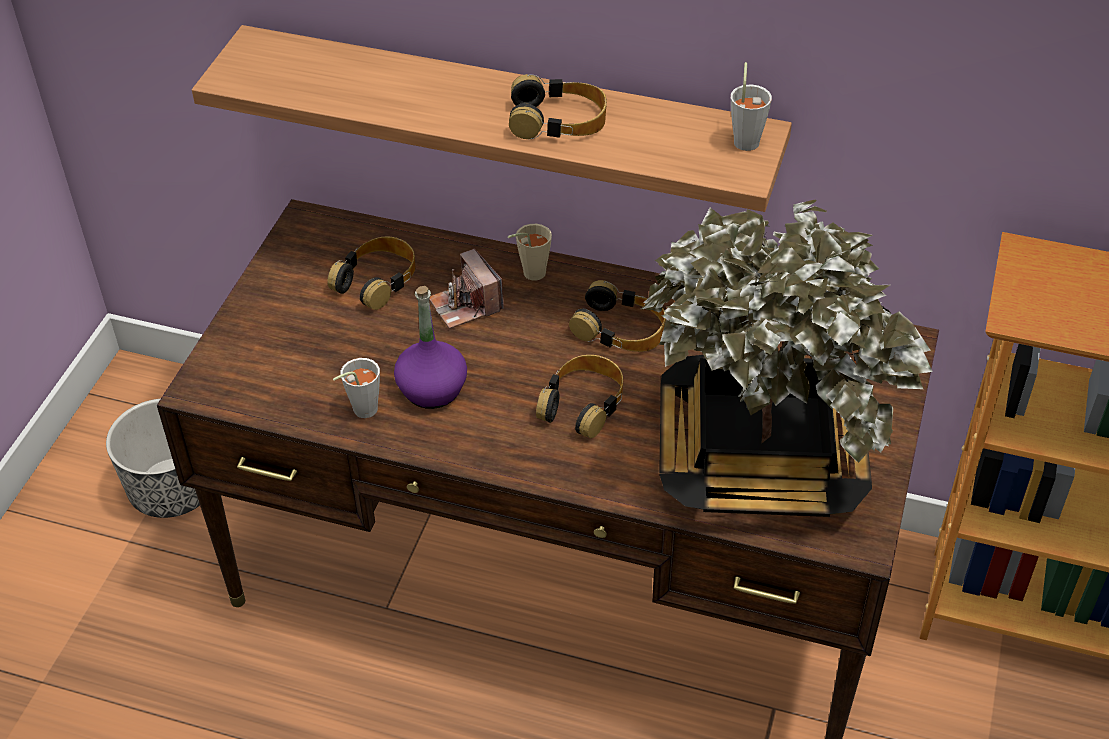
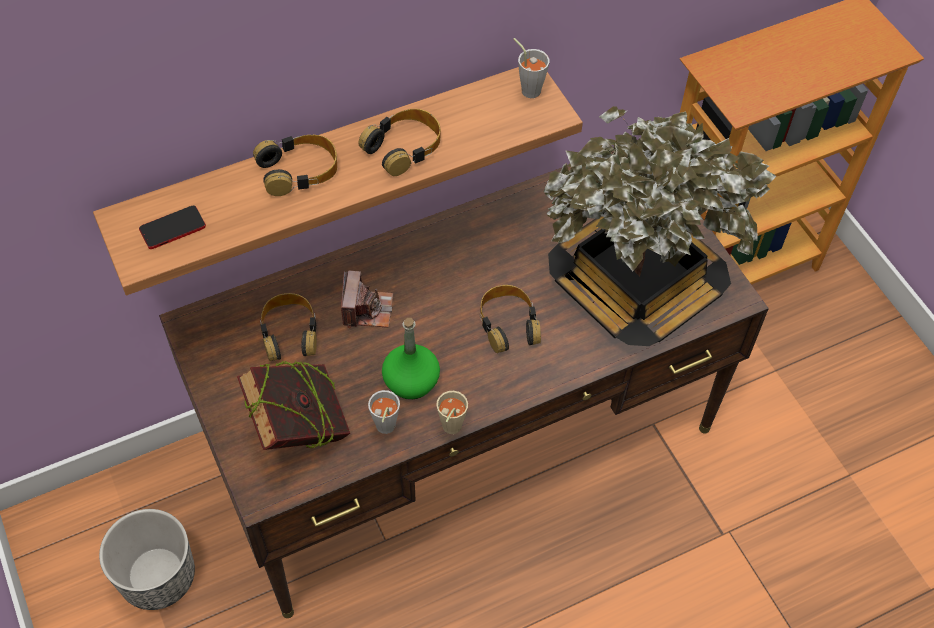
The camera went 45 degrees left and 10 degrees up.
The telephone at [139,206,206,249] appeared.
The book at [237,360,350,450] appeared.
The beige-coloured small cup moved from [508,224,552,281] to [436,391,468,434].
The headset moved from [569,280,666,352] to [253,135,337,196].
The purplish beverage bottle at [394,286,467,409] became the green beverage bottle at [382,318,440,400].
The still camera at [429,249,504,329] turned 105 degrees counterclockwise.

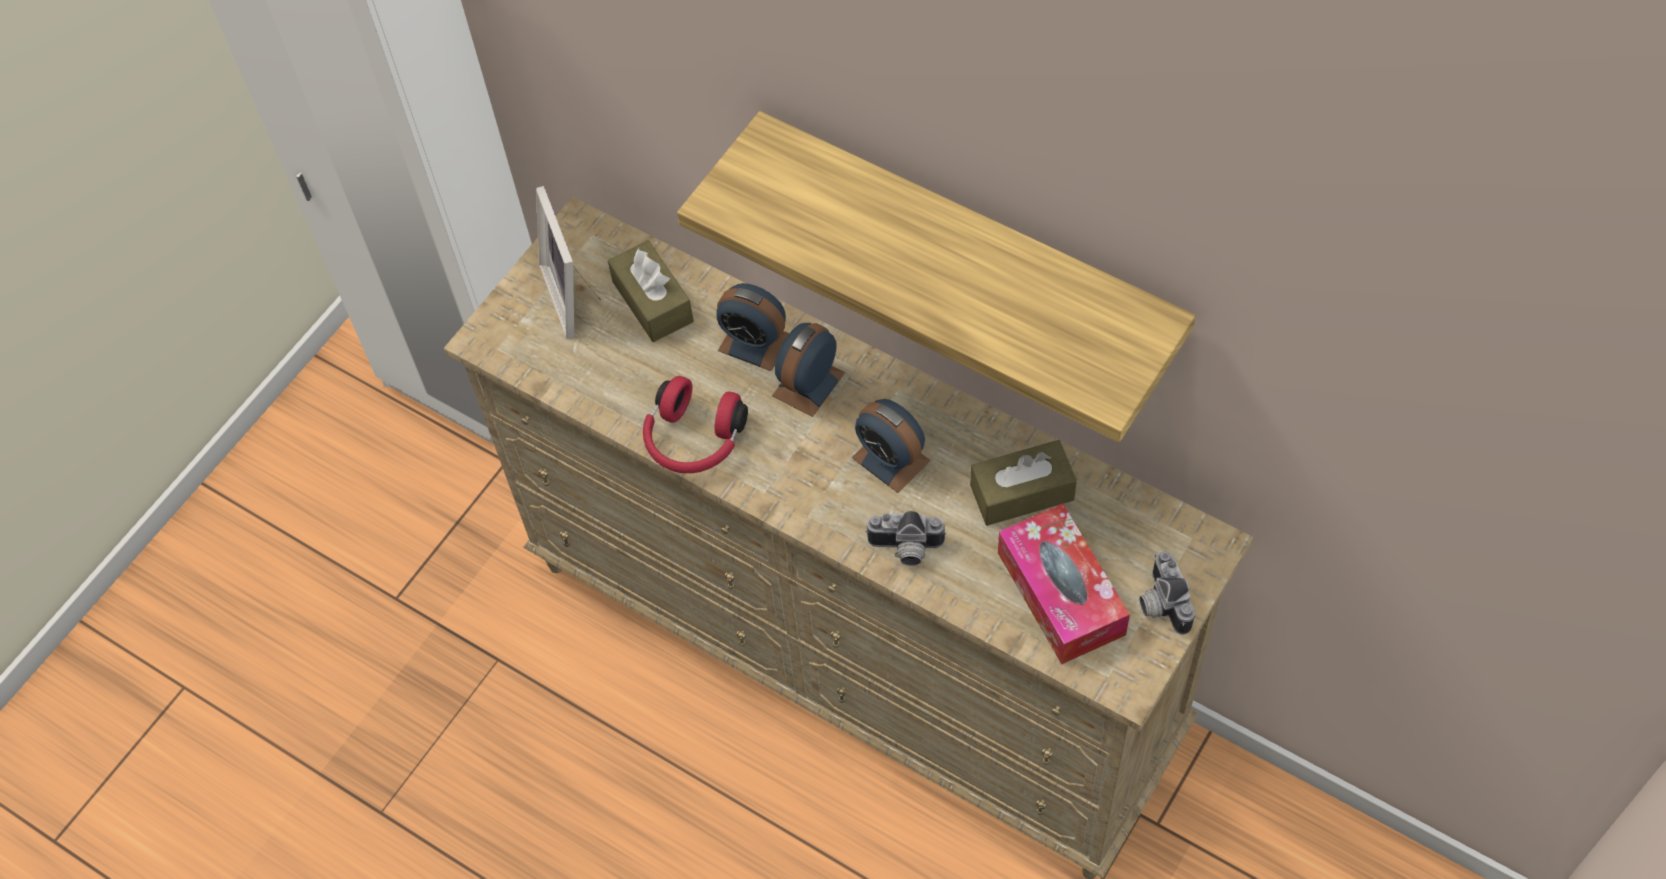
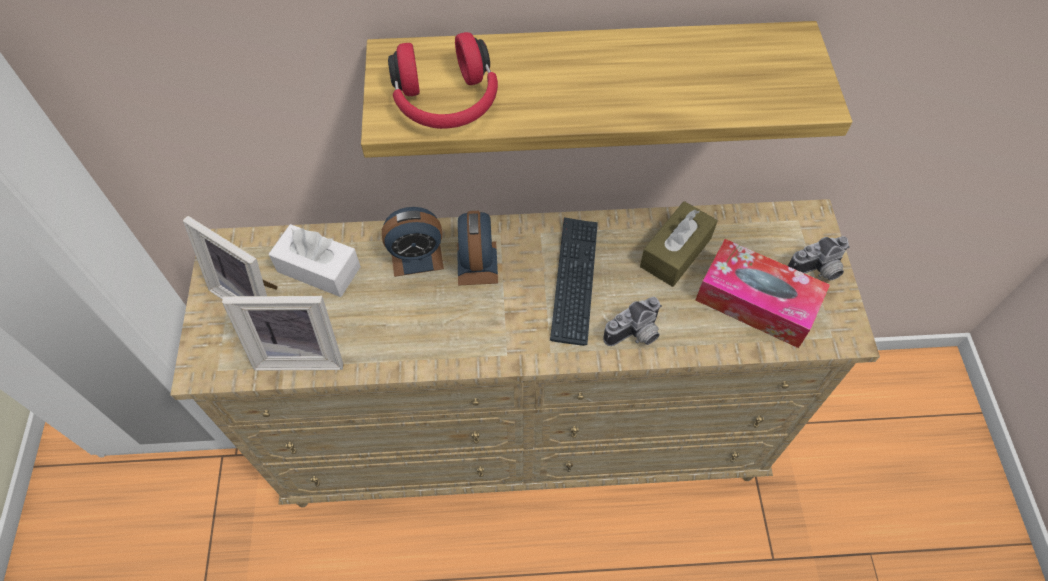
The camera went 40 degrees left and 0 degrees up.
The picture frame at [222,296,344,371] appeared.
The red-coloured headset moved from [643,376,748,473] to [388,32,498,129].
The table clock at [852,399,931,493] was replaced by the keyboard at [550,217,598,346].
The brown box of tissues at [608,240,694,342] became the whitish box of tissues at [269,224,361,297].
The still camera at [1140,551,1195,635] turned 60 degrees counterclockwise.

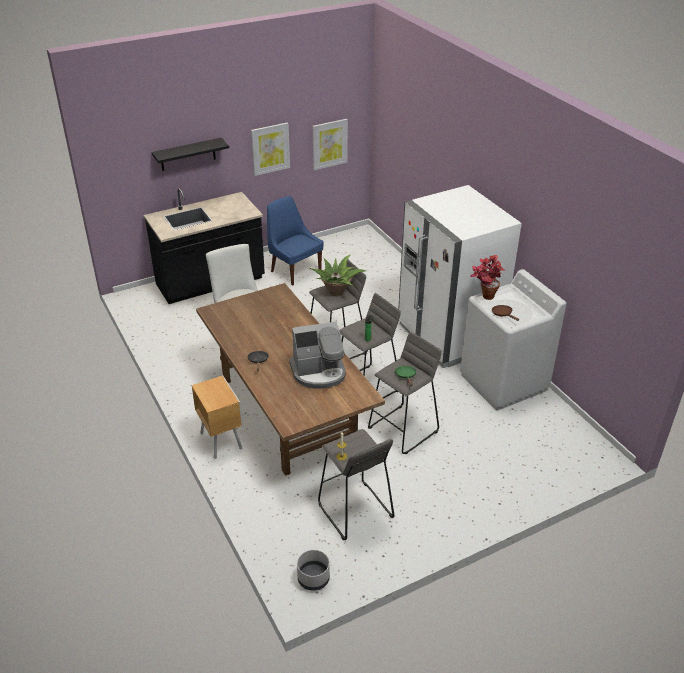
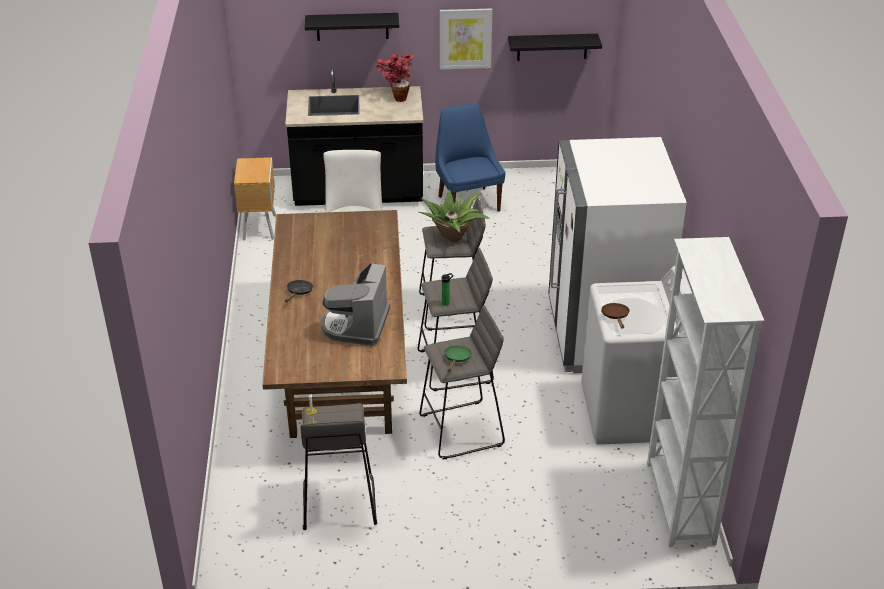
The camera went 25 degrees right and 0 degrees up.
The gray planter at [297,550,330,591] disappeared.
The whitish shelving unit at [647,237,764,547] appeared.
The brown night table moved from [192,375,242,459] to [234,157,276,240].
The houseplant moved from [470,255,505,300] to [375,54,414,102].
The wall picture at [313,119,348,170] was replaced by the blackish shelf at [508,34,602,61].
The coffee brewer at [289,322,346,389] turned 90 degrees clockwise.

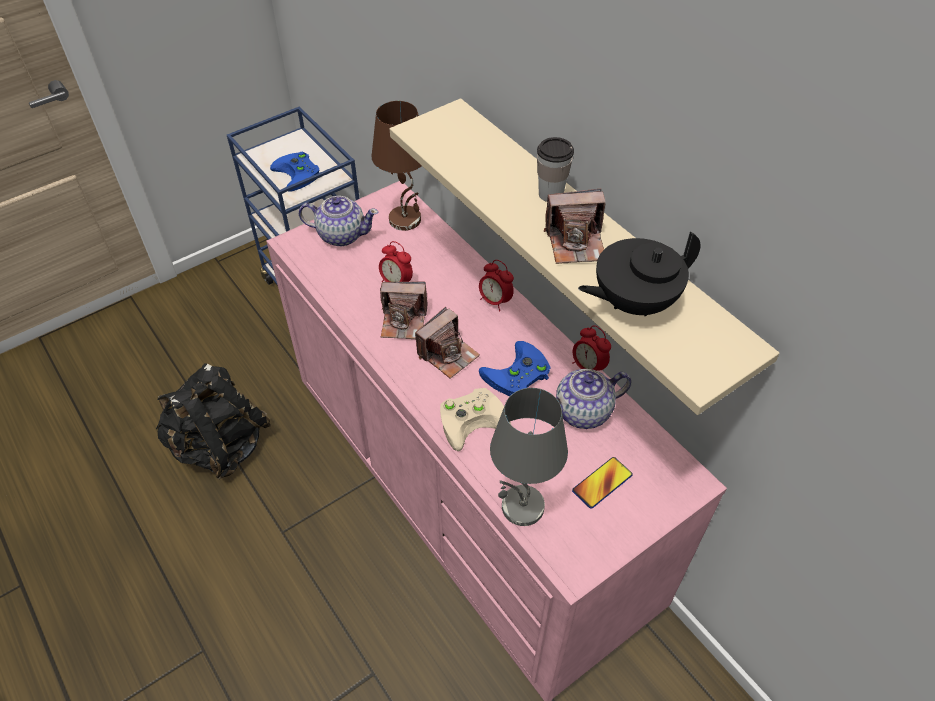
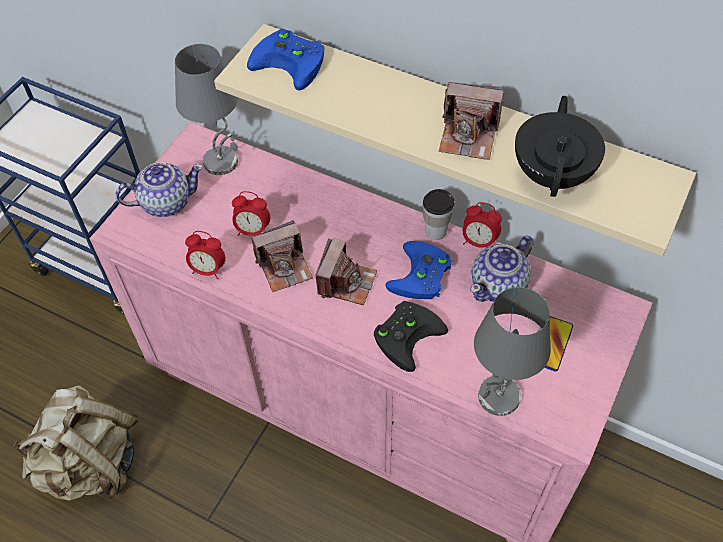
The camera went 25 degrees left and 5 degrees up.
The blue-coloured joypad moved from [270,152,320,191] to [247,29,324,91].
The table clock moved from [479,260,514,312] to [185,231,226,279].
The small cup moved from [537,137,574,202] to [423,189,454,240].
The blackish rucksack at [156,363,271,479] became the beige-coloured rucksack at [13,385,138,501].
The brown table lamp at [371,101,422,231] became the gray table lamp at [175,44,238,175].
The beige-coloured joypad at [440,388,511,451] became the blackish joypad at [374,301,448,372].
The still camera at [543,189,606,264] turned 45 degrees clockwise.
The blackish tea pot at [578,231,701,316] turned 150 degrees clockwise.

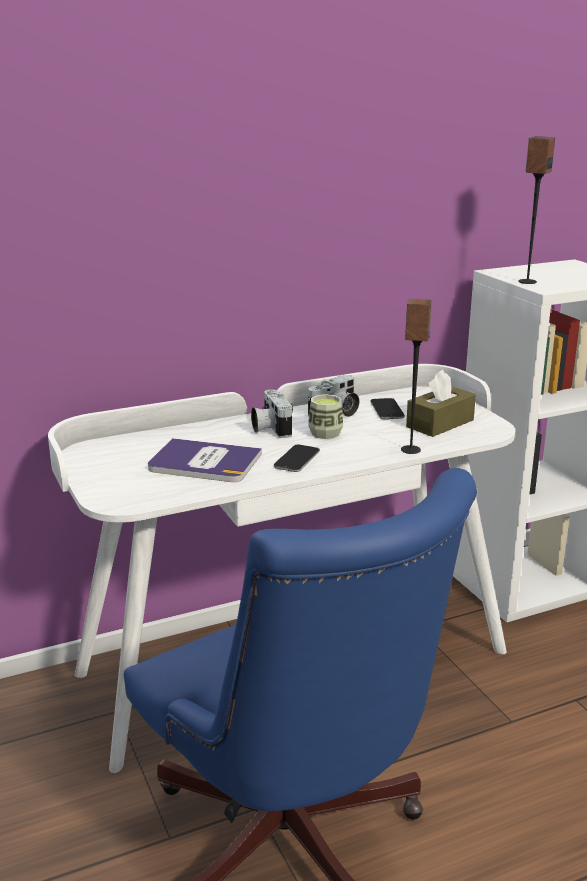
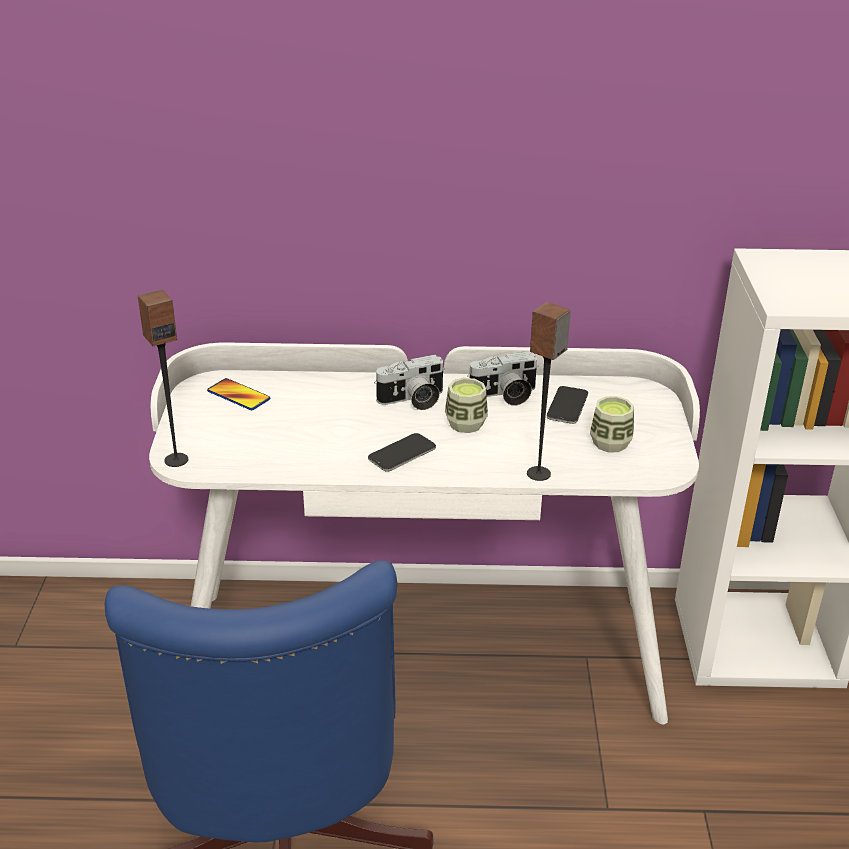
The camera went 25 degrees right and 10 degrees up.
The book at [148,438,262,482] disappeared.
The telephone at [207,378,270,410] appeared.
The loudspeaker moved from [518,136,555,284] to [137,290,188,467].
The brown box of tissues at [406,370,476,437] was replaced by the small cup at [590,396,634,453].
The still camera at [251,389,293,438] turned 120 degrees counterclockwise.

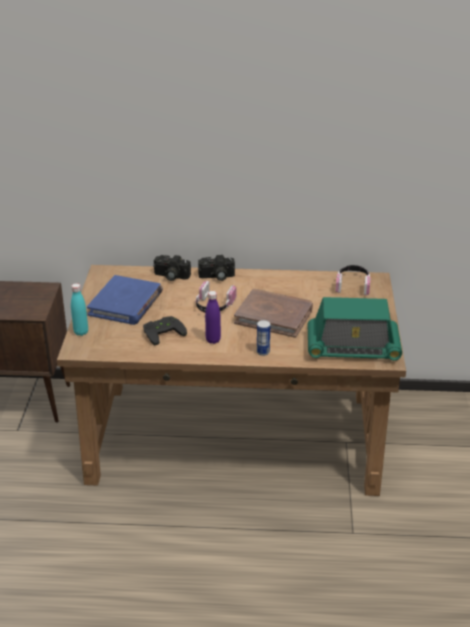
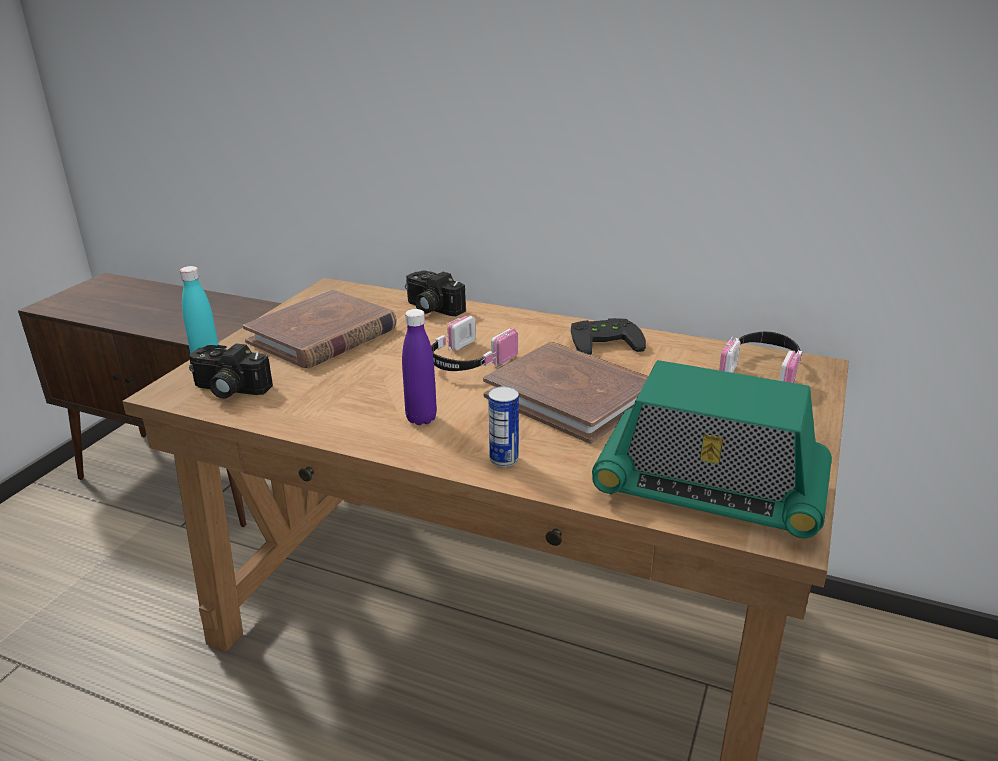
The camera went 20 degrees right and 5 degrees down.
The blackish joypad moved from [143,316,187,346] to [571,318,646,355].
The still camera moved from [198,255,235,281] to [189,343,273,399].
The blue-coloured book at [87,275,163,325] became the brown book at [243,290,397,368].

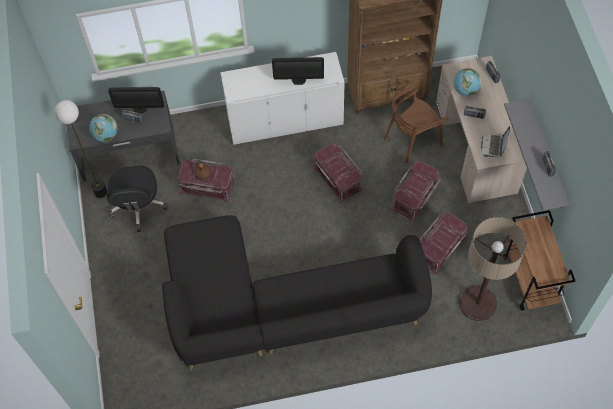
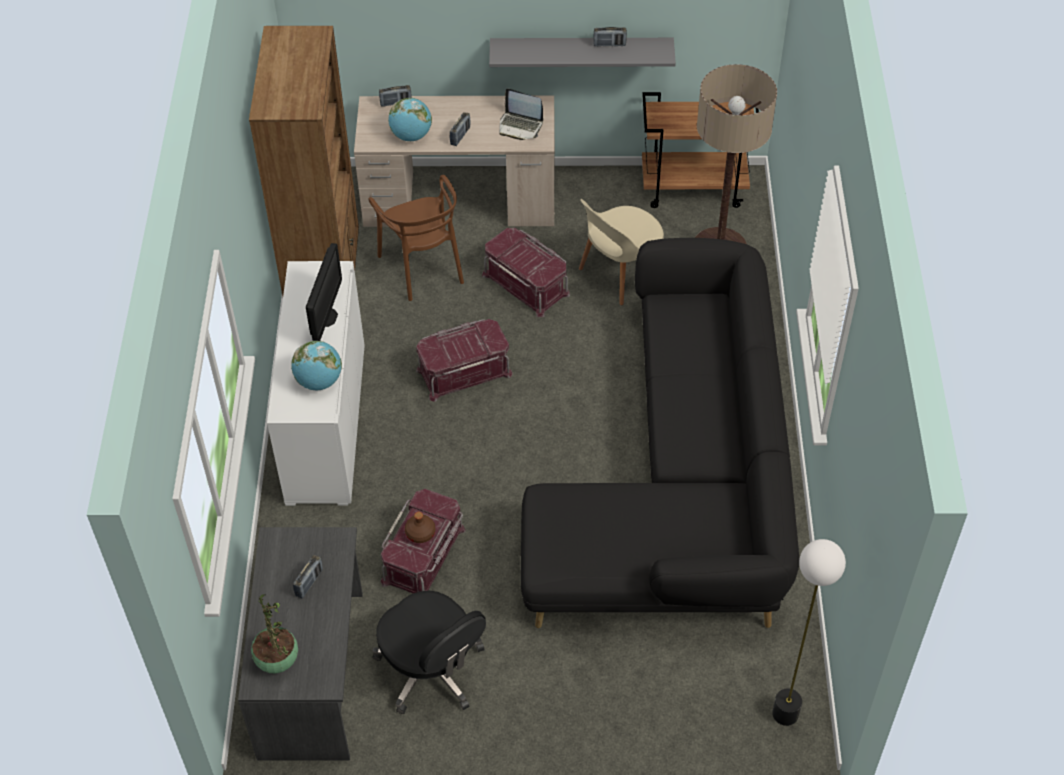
The camera went 80 degrees left and 10 degrees down.
The monitor at [108,87,164,113] disappeared.
The houseplant at [251,594,298,674] appeared.
The floor lamp moved from [55,100,107,198] to [772,539,846,726].
The world globe moved from [89,114,118,142] to [291,341,342,390].
The red-coloured storage box at [419,213,467,275] was replaced by the beige-coloured chair at [579,199,664,305].
The blackish office chair at [107,166,168,232] turned 45 degrees clockwise.

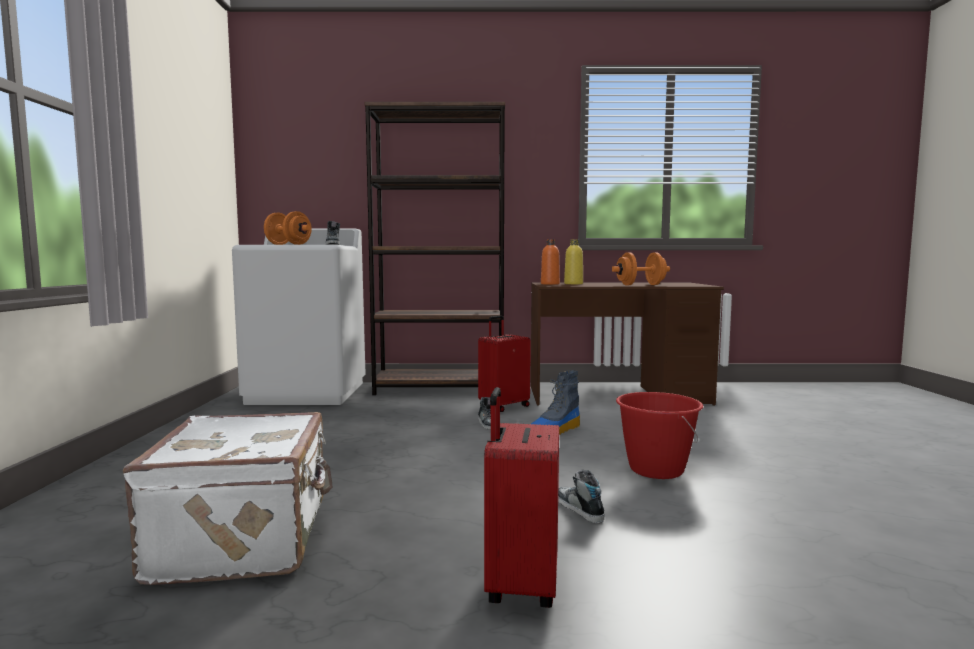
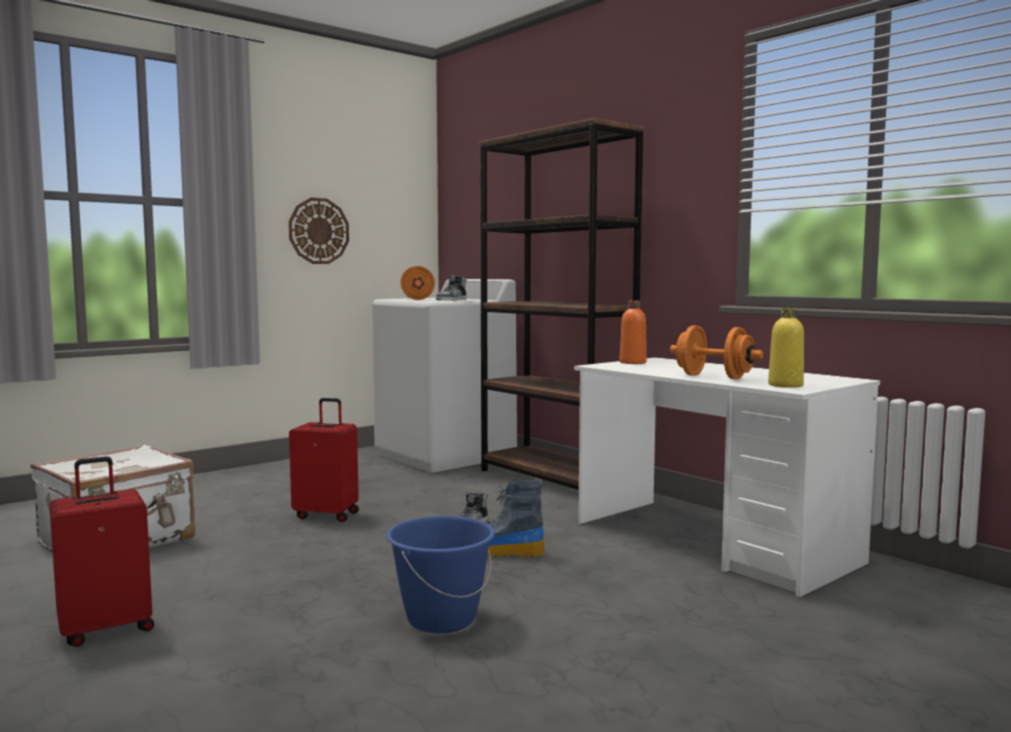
The camera went 50 degrees right and 0 degrees up.
The low shoe at [558,470,605,523] disappeared.
The wall clock at [289,198,349,264] appeared.
The red-coloured suitcase moved from [478,316,531,412] to [289,398,359,522].
The yellowish beverage bottle moved from [564,240,583,284] to [768,307,804,388].
The brown desk table at [531,283,724,406] became the whitish desk table at [574,357,880,598].
The red-coloured pail at [616,392,703,479] became the blue-coloured pail at [386,516,495,633].

